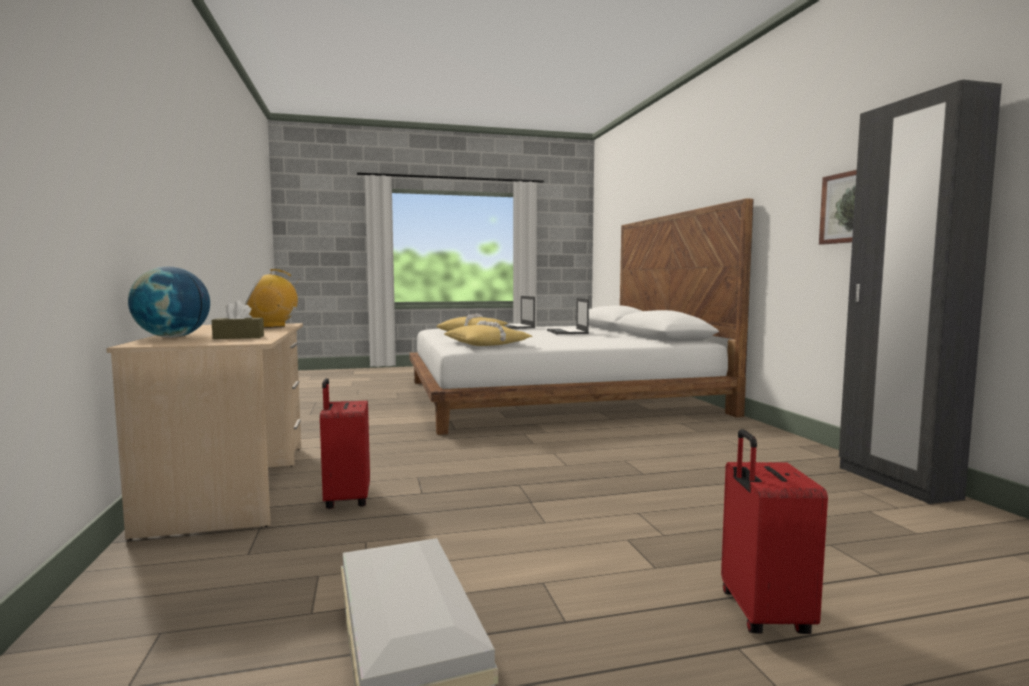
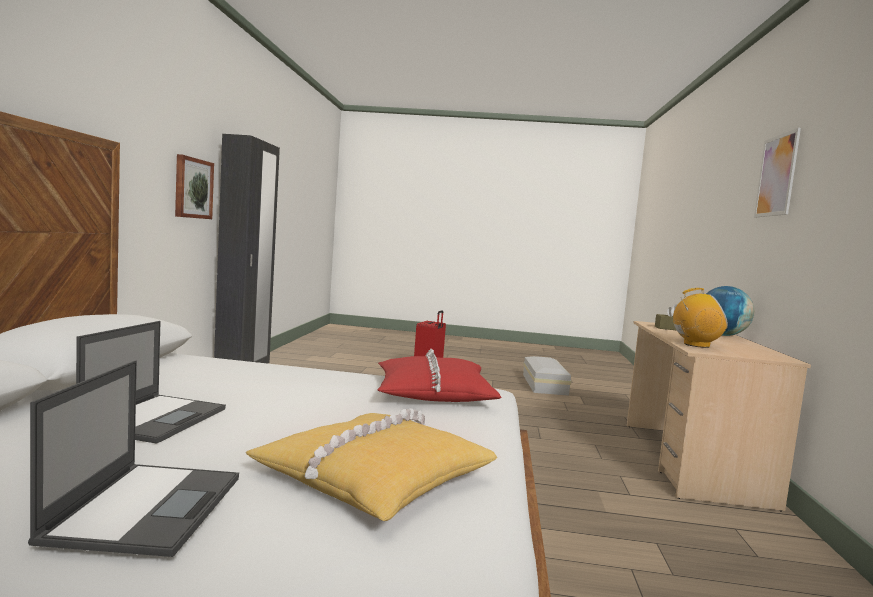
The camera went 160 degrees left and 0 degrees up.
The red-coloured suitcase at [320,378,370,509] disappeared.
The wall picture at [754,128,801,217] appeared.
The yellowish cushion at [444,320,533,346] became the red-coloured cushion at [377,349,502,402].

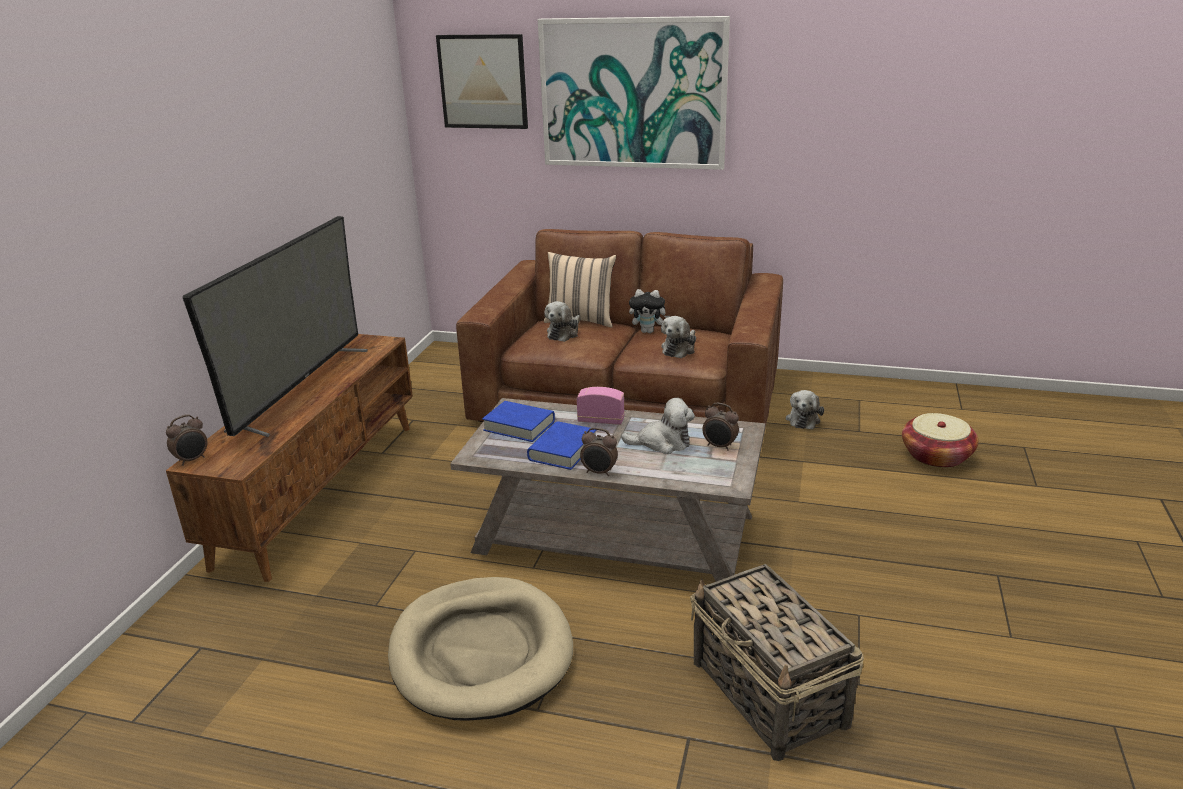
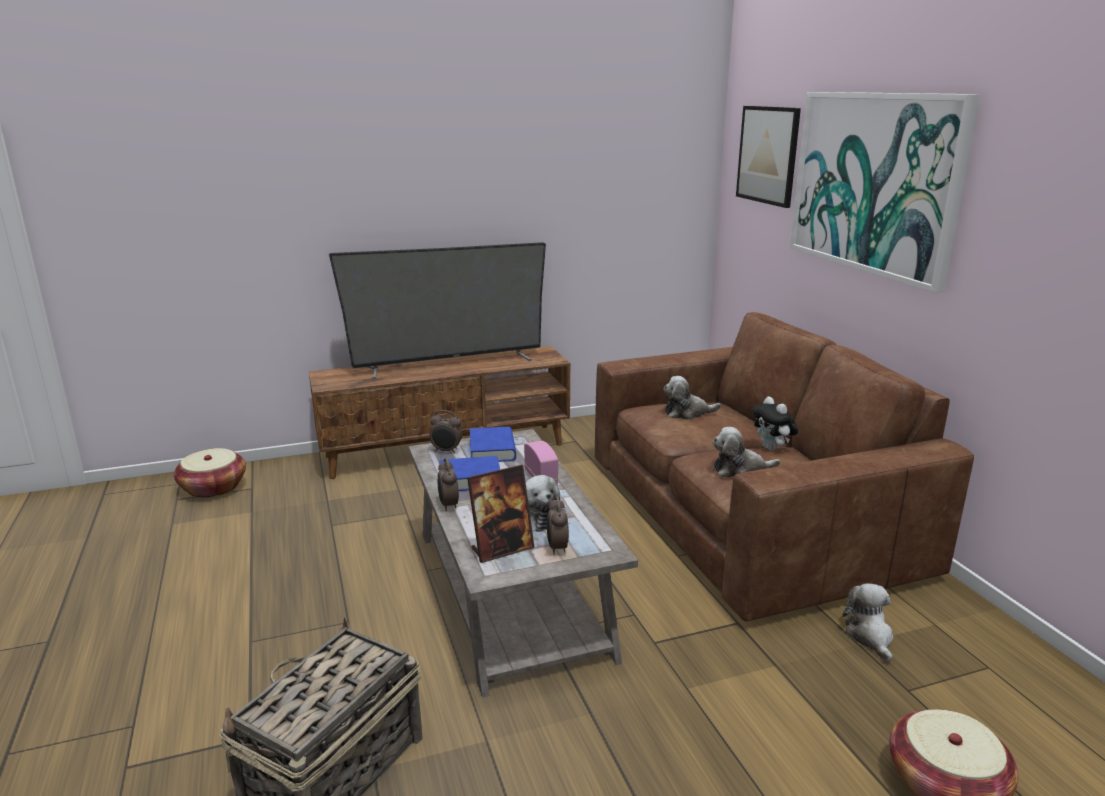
The camera went 55 degrees right and 5 degrees down.
The beige-coloured dog cushion at [388,577,573,721] disappeared.
The beige-coloured cushion at [544,252,616,328] disappeared.
The storage basket at [174,448,246,498] appeared.
The picture frame at [467,465,535,563] appeared.
The table clock moved from [166,415,208,466] to [429,410,462,453].
The soft toy at [786,390,824,429] turned 105 degrees clockwise.

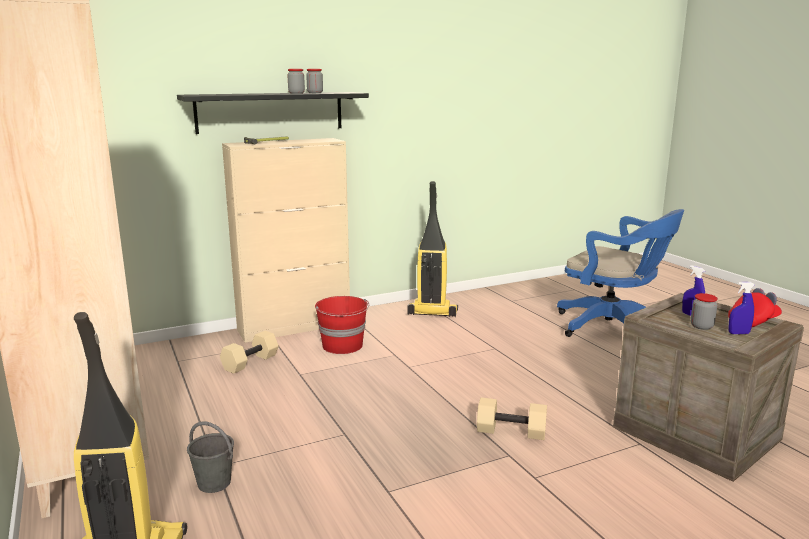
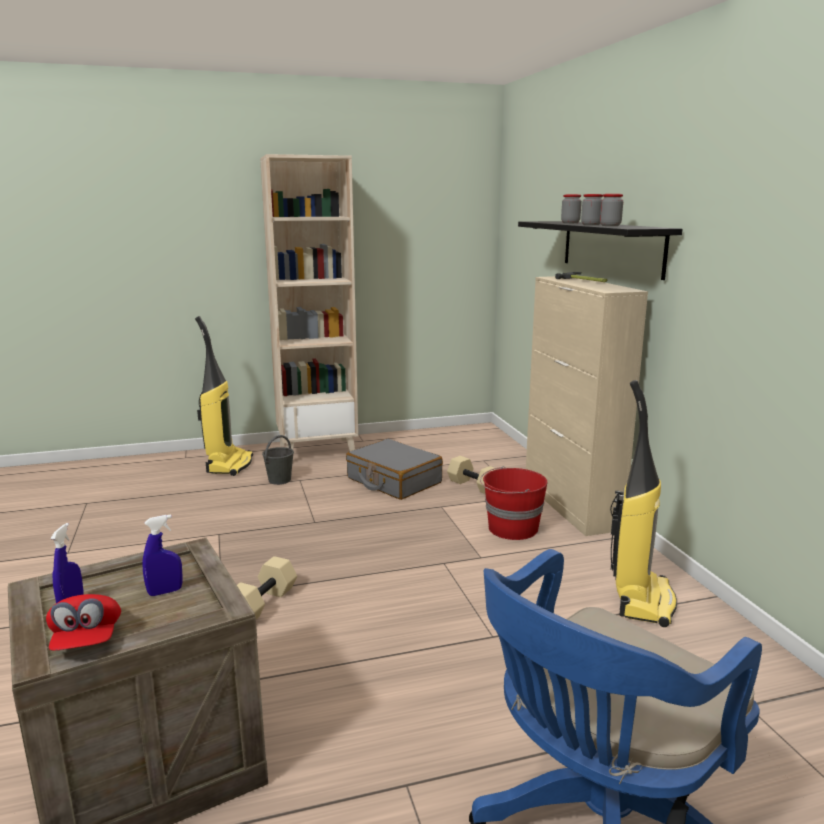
The camera went 100 degrees right and 0 degrees up.
The gray suitcase at [346,439,443,500] appeared.
The storage jar moved from [691,293,718,330] to [561,194,582,223].

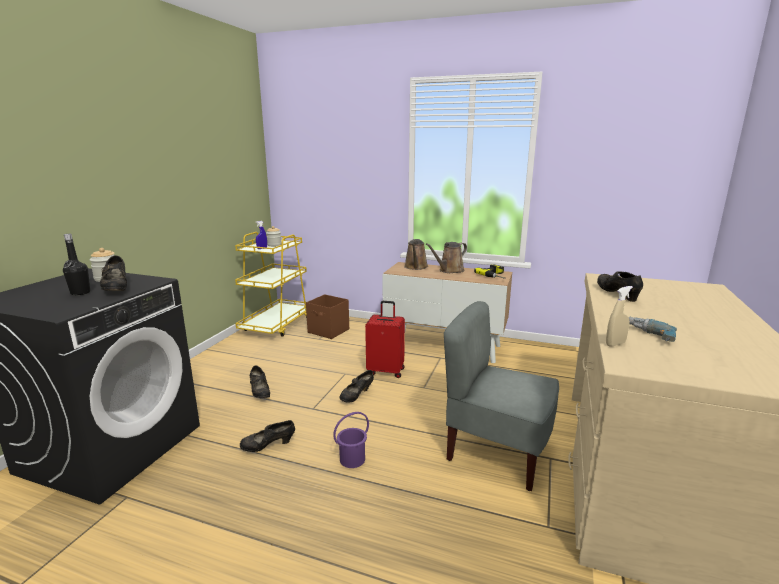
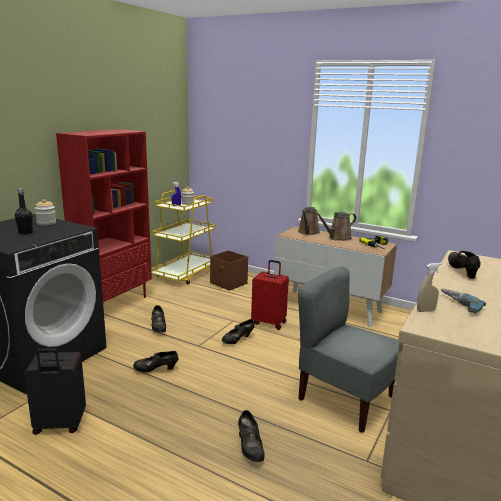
The camera went 10 degrees right and 0 degrees up.
The purplish pail at [333,412,369,468] disappeared.
The blackish suitcase at [24,348,86,435] appeared.
The red-coloured shelving unit at [56,129,152,302] appeared.
The blackish low shoe moved from [100,256,127,291] to [238,410,265,462].

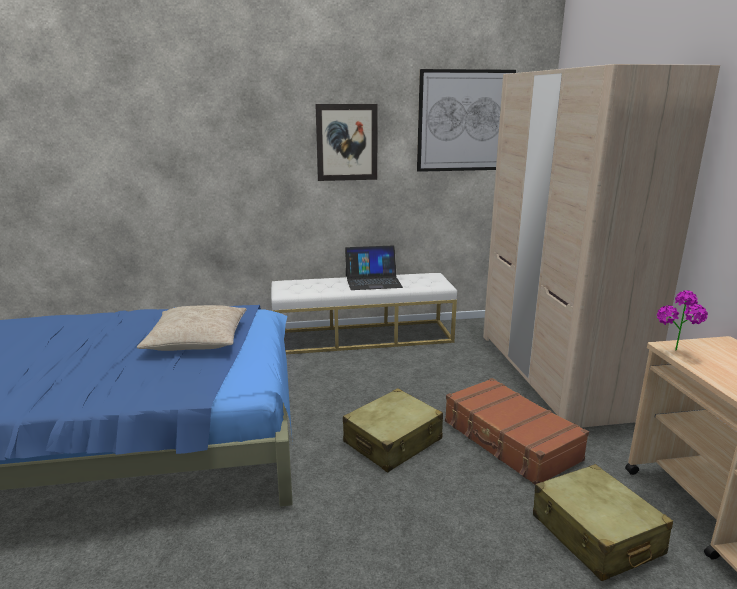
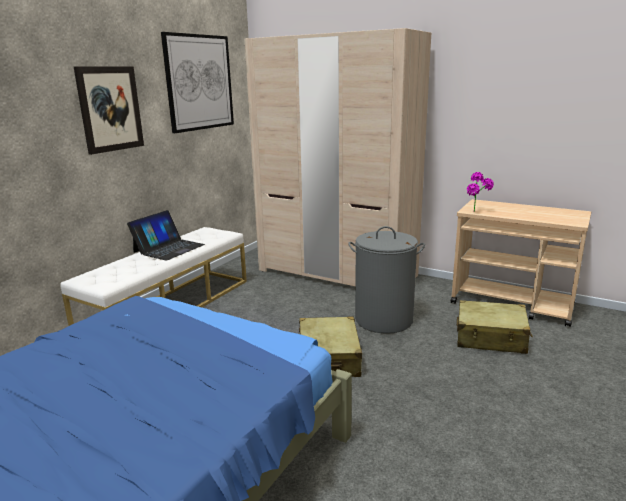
The camera went 50 degrees left and 0 degrees up.
The beige-coloured cushion at [137,305,247,351] disappeared.
The brown suitcase at [445,378,589,485] was replaced by the gray laundry basket at [348,226,425,334].

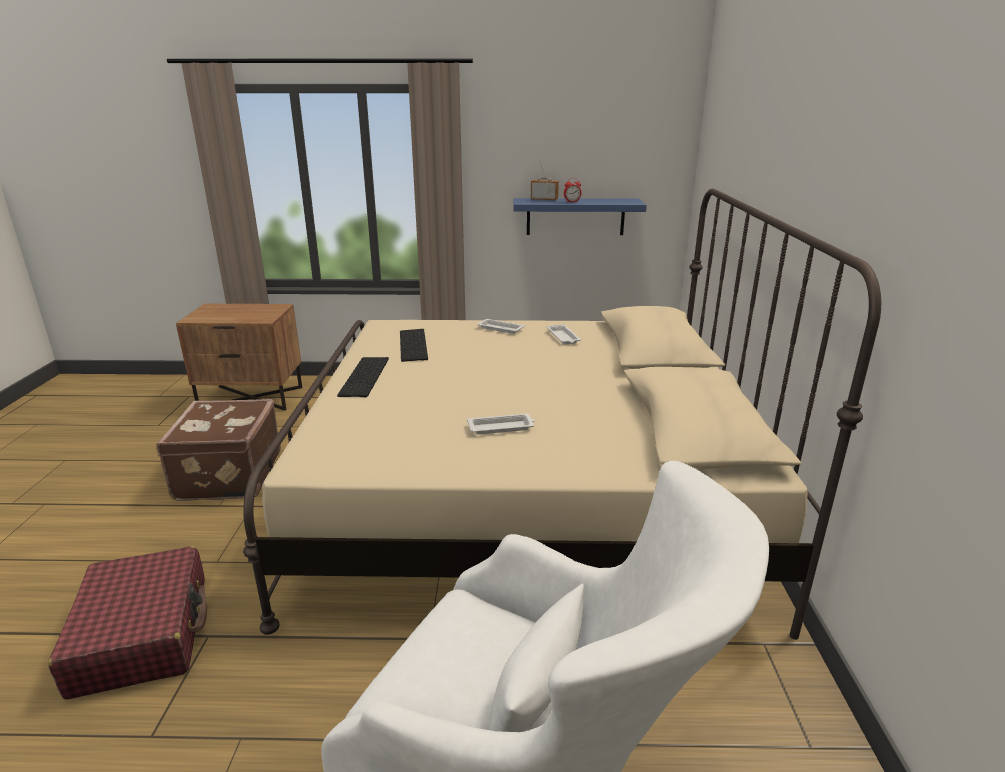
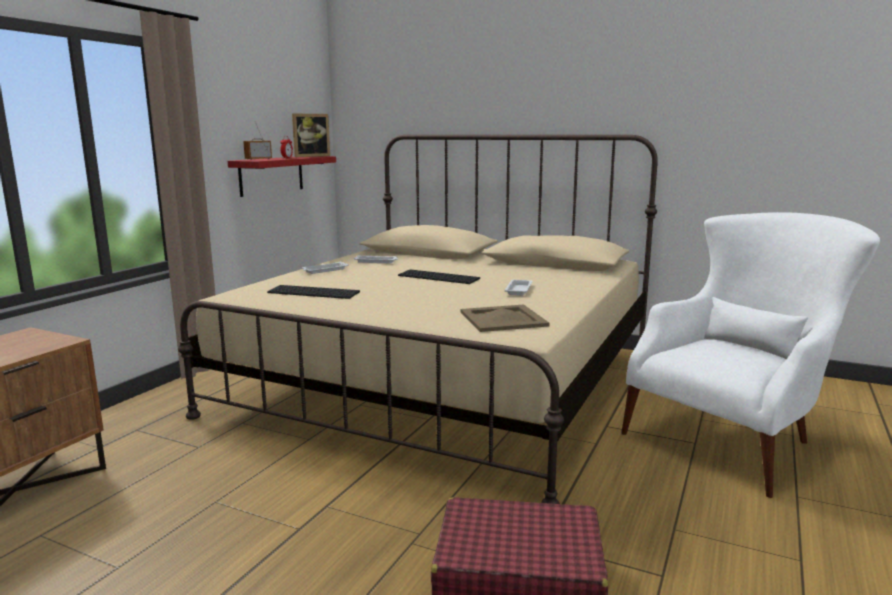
The camera went 65 degrees left and 10 degrees down.
The brown suitcase at [156,399,281,501] disappeared.
The picture frame at [292,114,330,157] appeared.
The beige-coloured carrying tray at [461,304,549,332] appeared.
The keyboard moved from [337,357,389,397] to [398,269,480,284].
The blue-coloured shelf at [514,198,647,235] became the red-coloured shelf at [228,156,336,197].

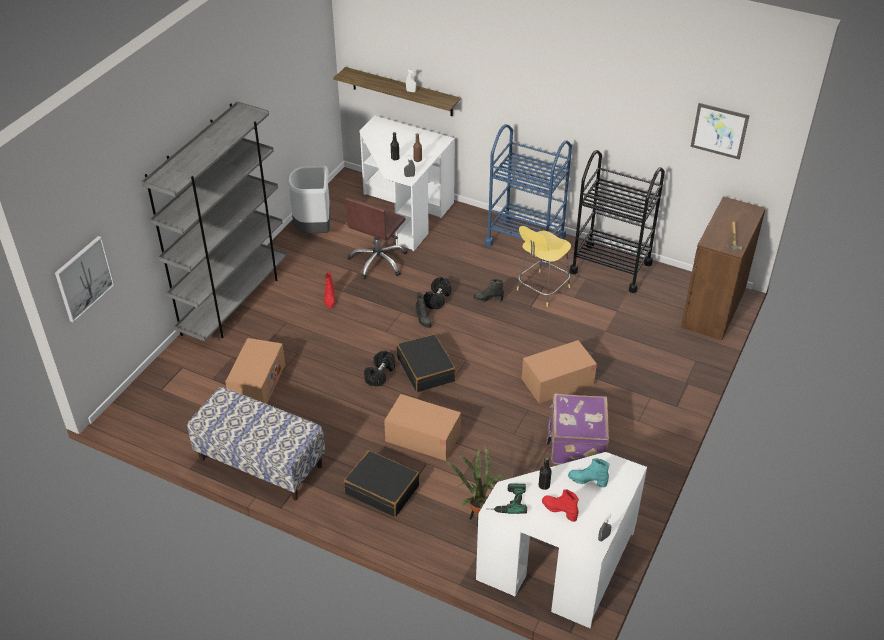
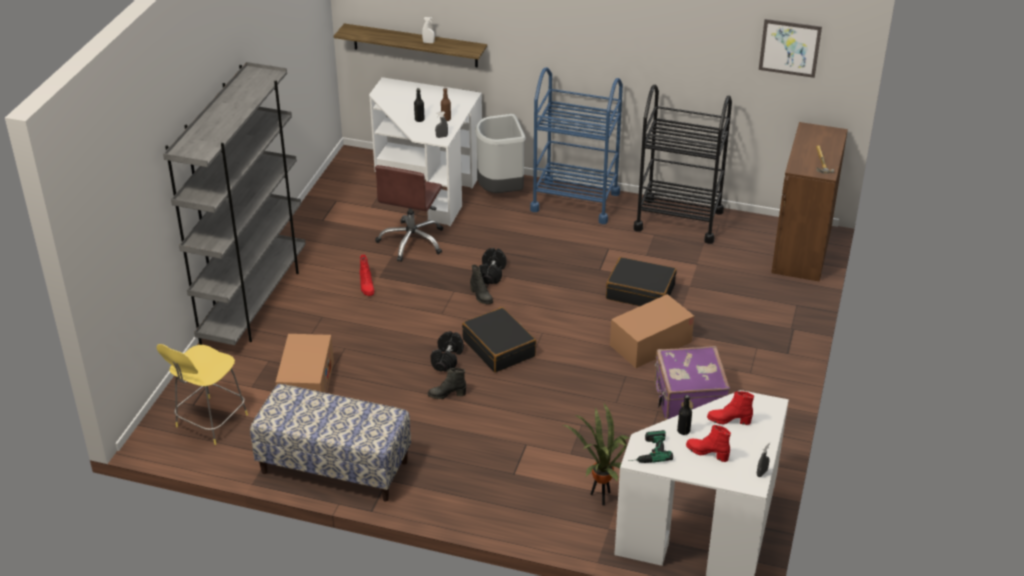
The camera went 10 degrees left and 5 degrees down.
The wall picture at [55,236,115,323] disappeared.
The carton at [384,394,461,461] disappeared.
The gray waste bin moved from [287,166,330,233] to [475,114,526,193].
The blackish suitcase moved from [344,450,420,517] to [606,257,677,306].
The blackish tall boot moved from [473,279,504,302] to [428,368,466,399].
The yellowish stool moved from [517,226,571,307] to [157,344,248,445].
The blue-green tall boot at [568,458,610,487] became the red-coloured tall boot at [707,391,754,425].

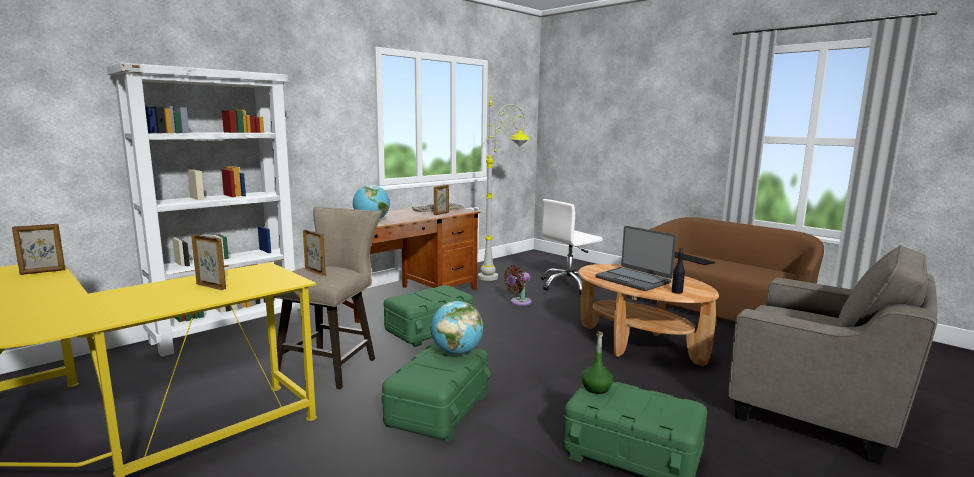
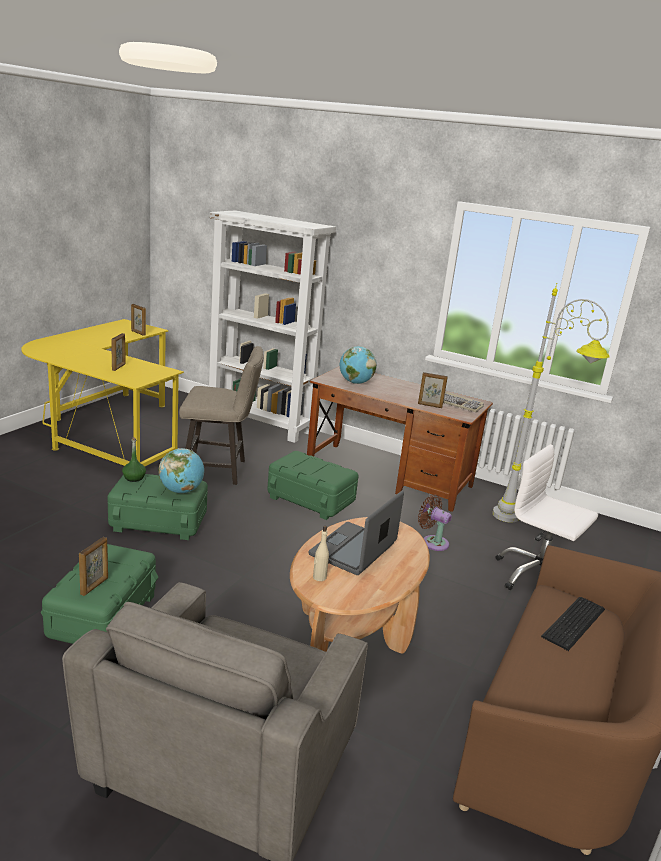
The camera went 70 degrees right and 10 degrees up.
The picture frame moved from [303,230,326,276] to [79,537,108,596].
The green beverage bottle moved from [581,331,613,394] to [122,437,146,482].
The blackish beverage bottle at [672,248,685,294] became the beige-coloured beverage bottle at [313,526,329,581].

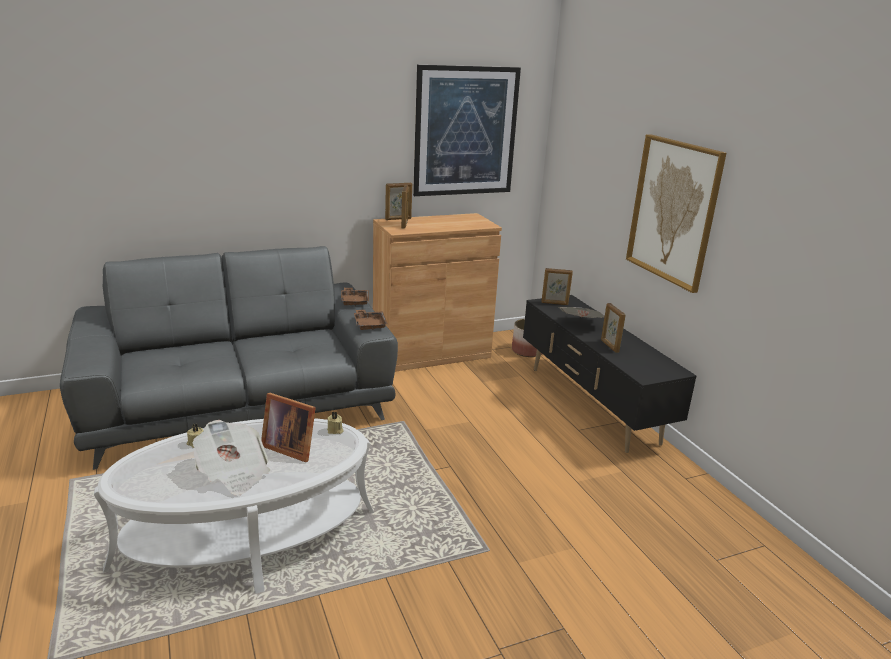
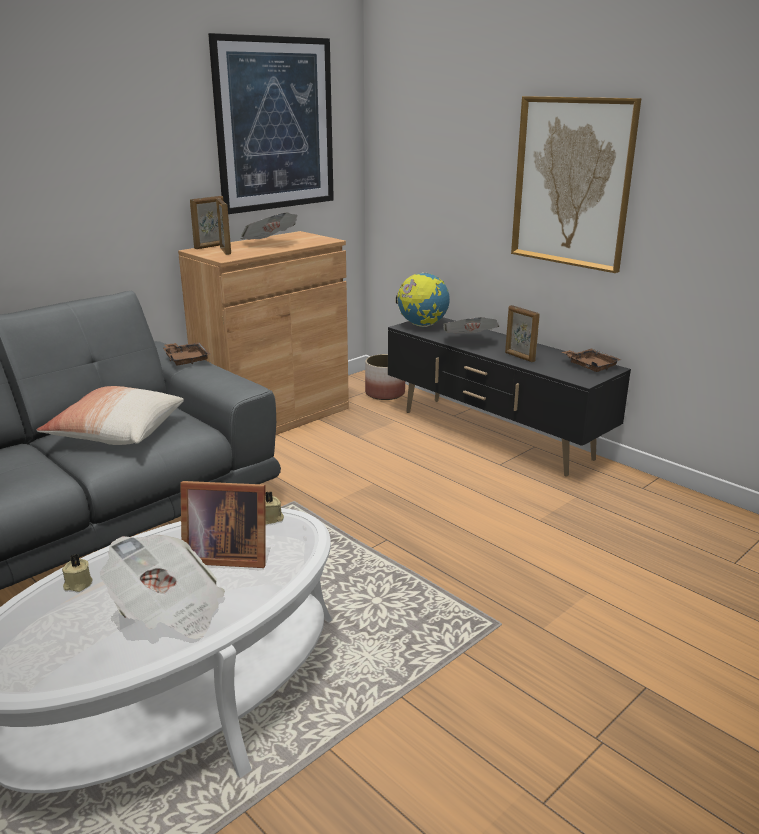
The camera went 20 degrees left and 0 degrees up.
The cushion at [37,386,184,445] appeared.
The printed paper at [241,213,298,240] appeared.
The brown carrying tray moved from [354,310,388,330] to [562,348,621,372].
The picture frame at [541,268,573,305] was replaced by the world globe at [396,272,450,327].

